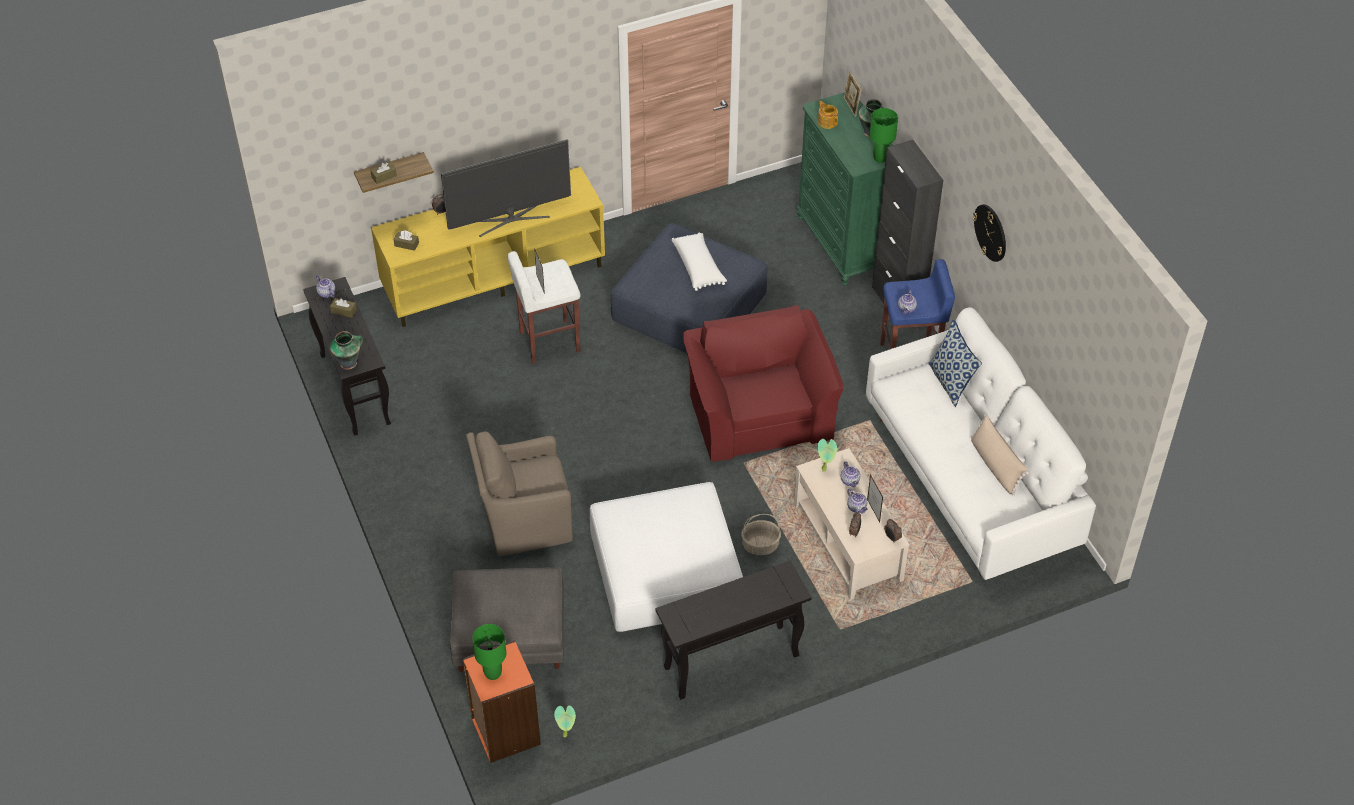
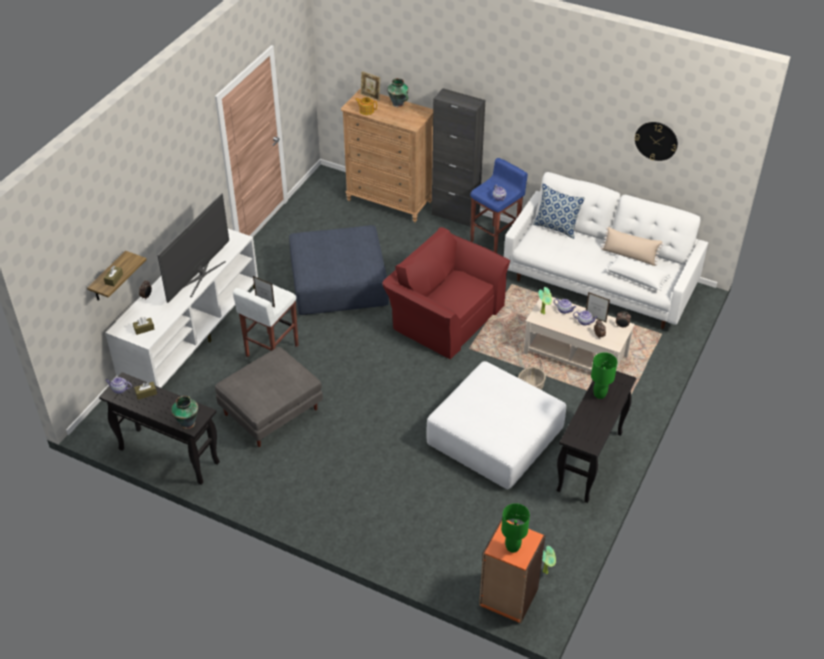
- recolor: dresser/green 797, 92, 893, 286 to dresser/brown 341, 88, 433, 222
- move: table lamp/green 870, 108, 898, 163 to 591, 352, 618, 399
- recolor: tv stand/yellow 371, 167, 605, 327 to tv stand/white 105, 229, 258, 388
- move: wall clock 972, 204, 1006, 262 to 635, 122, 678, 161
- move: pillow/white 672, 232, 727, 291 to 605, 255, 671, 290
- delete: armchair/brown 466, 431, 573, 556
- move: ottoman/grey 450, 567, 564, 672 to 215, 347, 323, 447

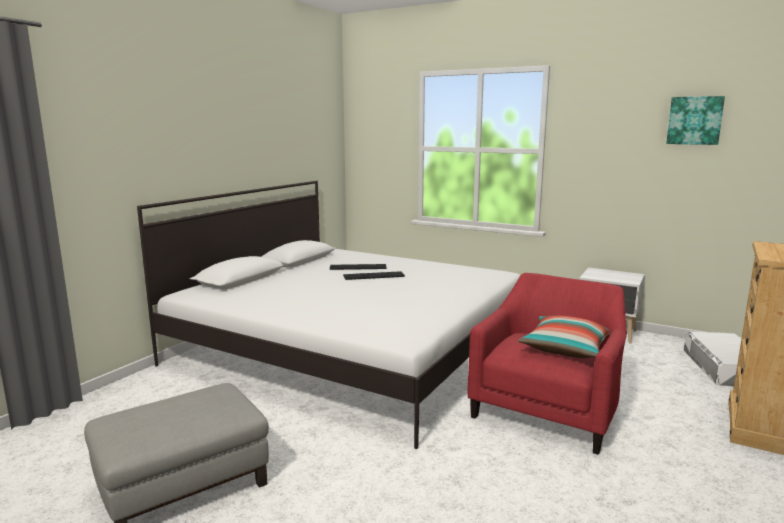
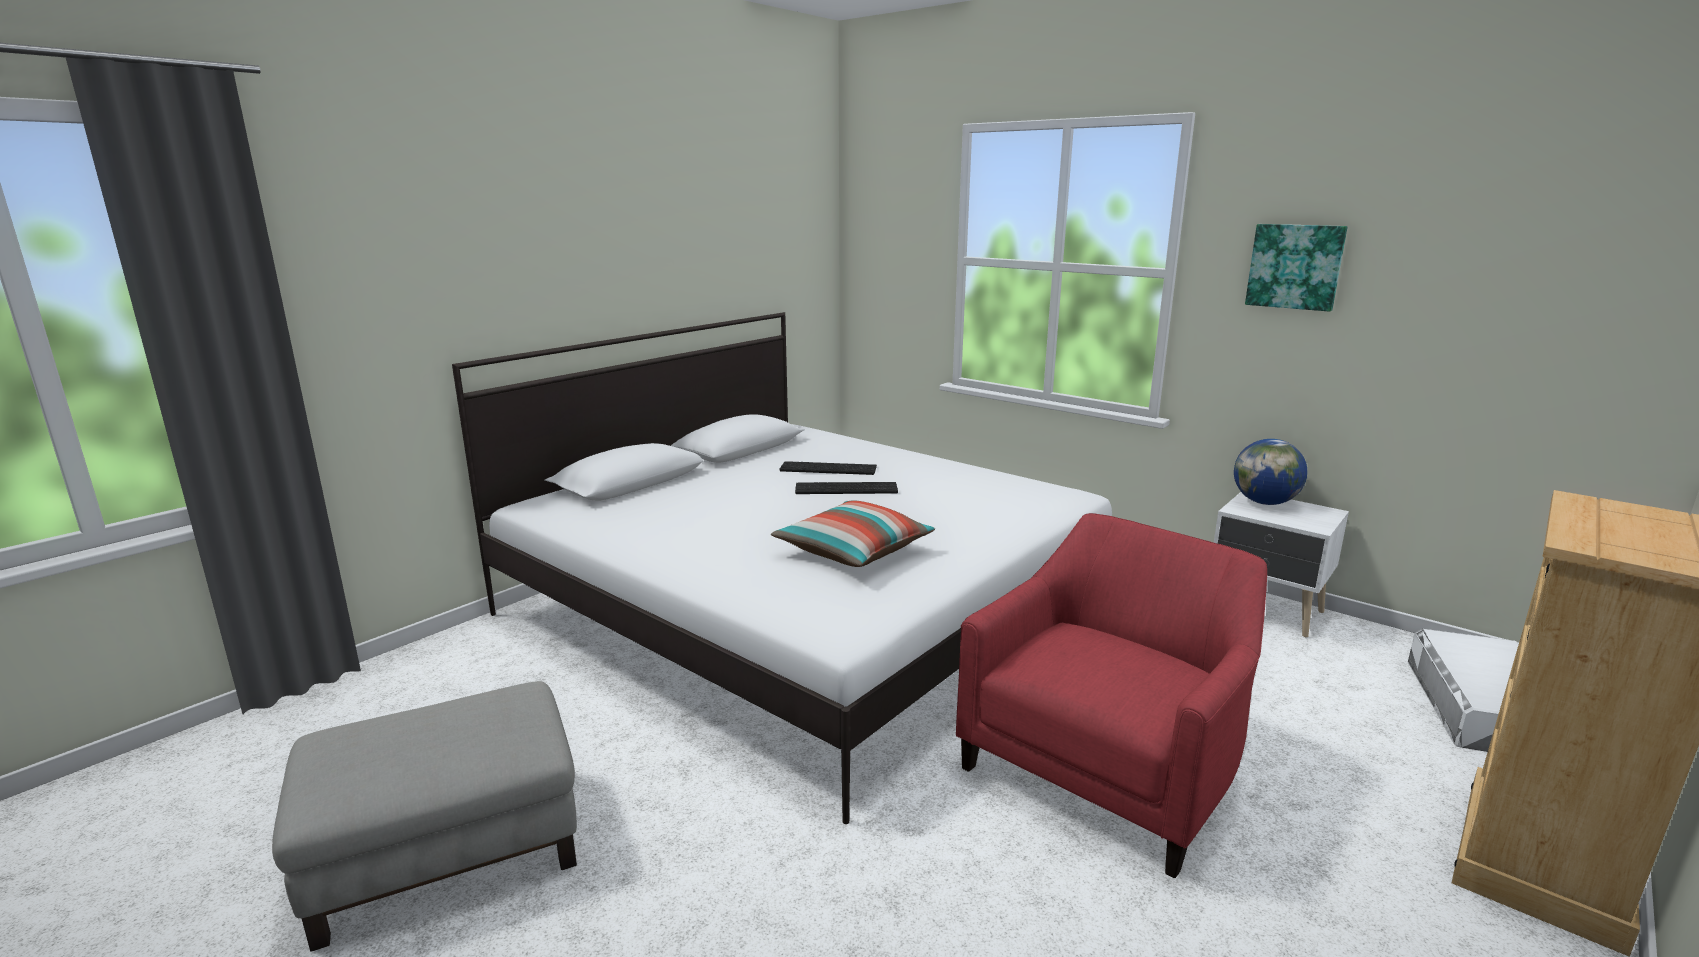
- move: picture 666, 96, 725, 145 to 1245, 224, 1348, 312
- move: pillow 518, 316, 610, 358 to 771, 500, 935, 567
- insert: globe 1234, 439, 1307, 505

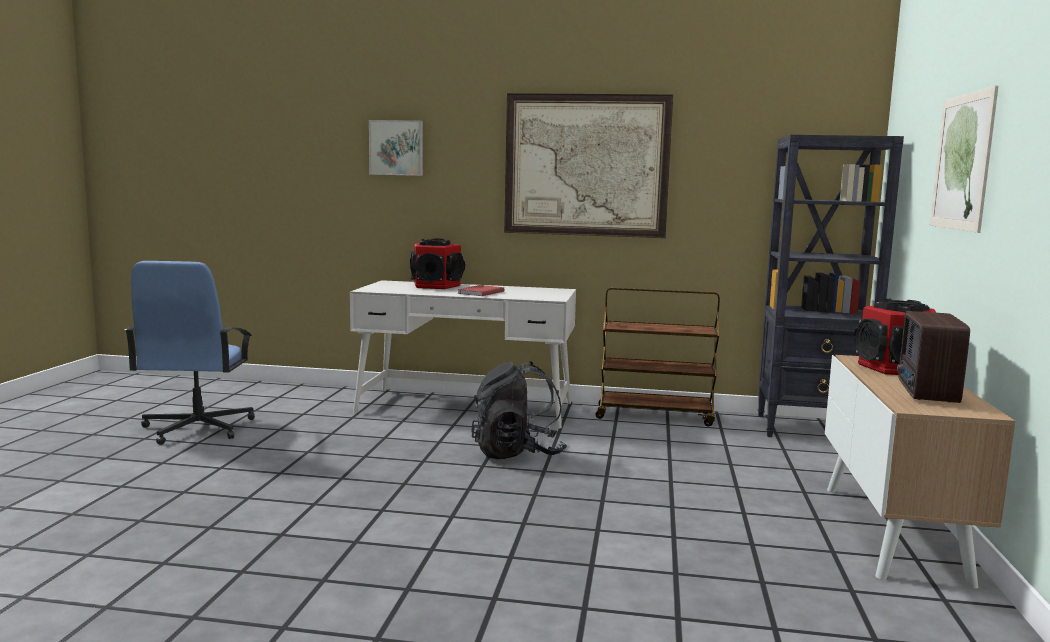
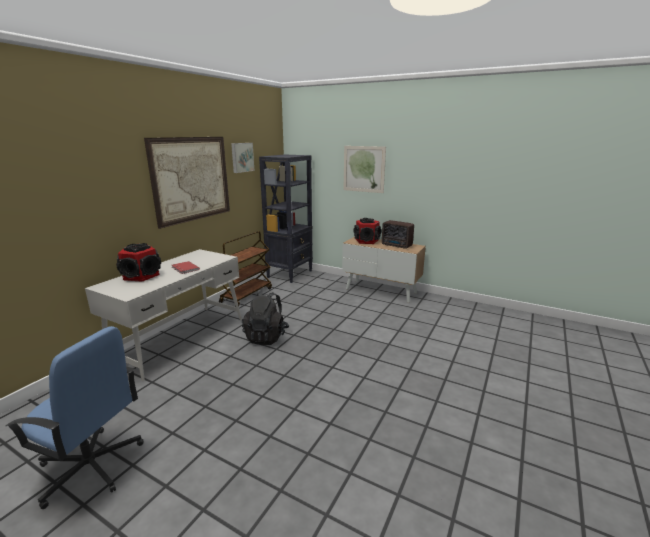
- move: picture 369, 120, 423, 176 to 231, 143, 254, 173

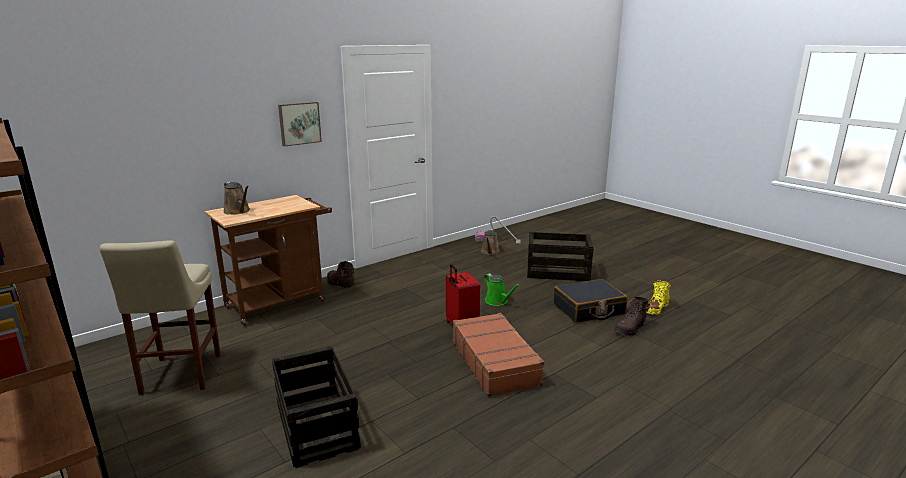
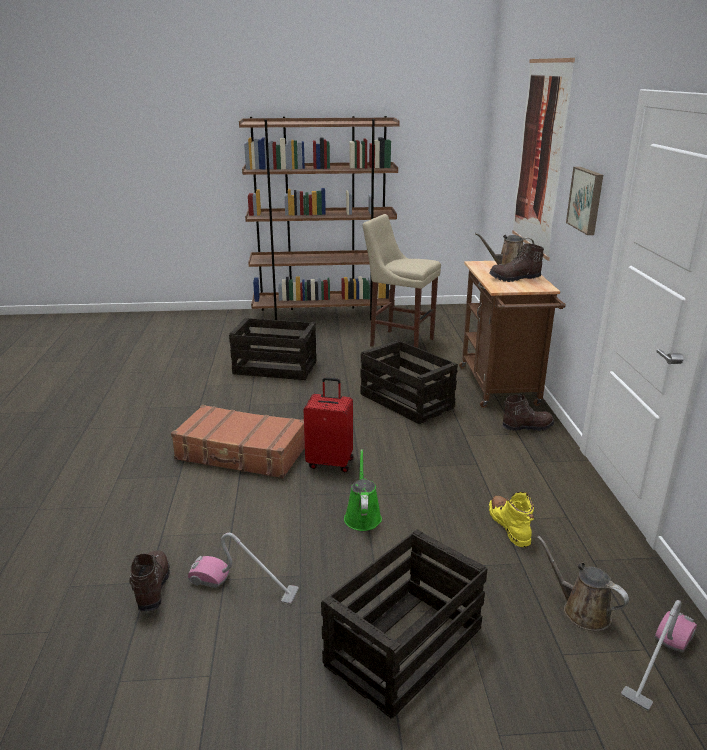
- rotate: watering can/green 484, 274, 520, 306 = 344, 449, 382, 531 90 degrees clockwise
- replace: suitcase/black 553, 279, 627, 323 to vacuum cleaner 188, 533, 299, 604
- move: boot/yellow 646, 280, 671, 315 to 489, 492, 534, 547
- insert: picture 512, 58, 575, 261
- insert: boot/brown 489, 243, 544, 282
- insert: crate 360, 340, 458, 424

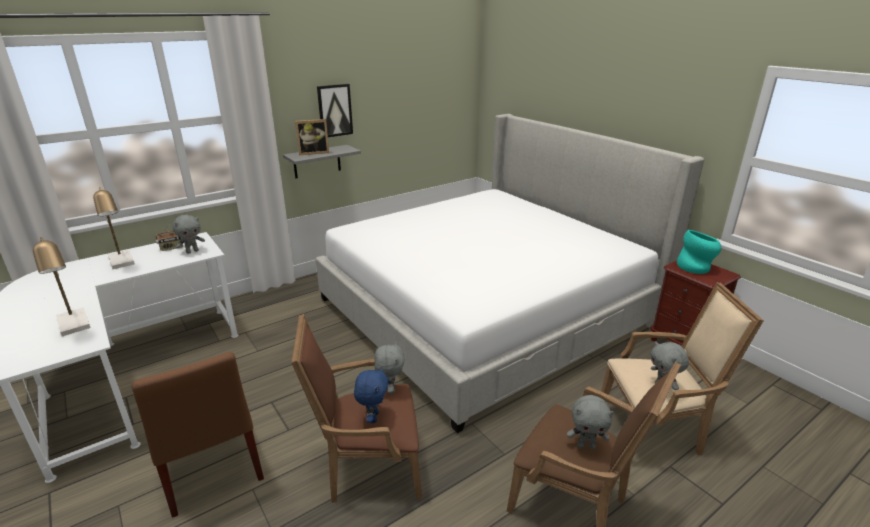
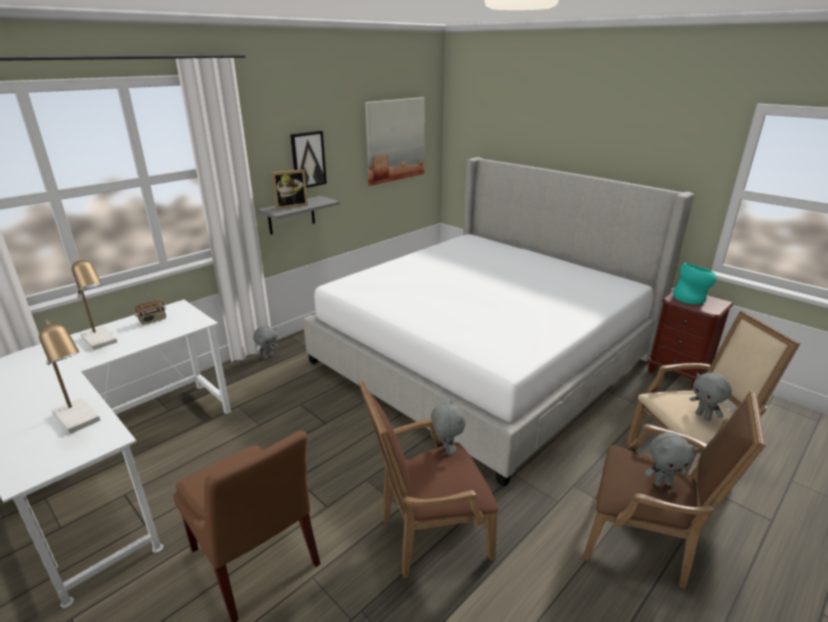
- move: plush toy/grey 173, 215, 205, 254 to 253, 326, 278, 359
- delete: plush toy/blue 354, 367, 389, 423
- insert: picture 365, 97, 425, 186

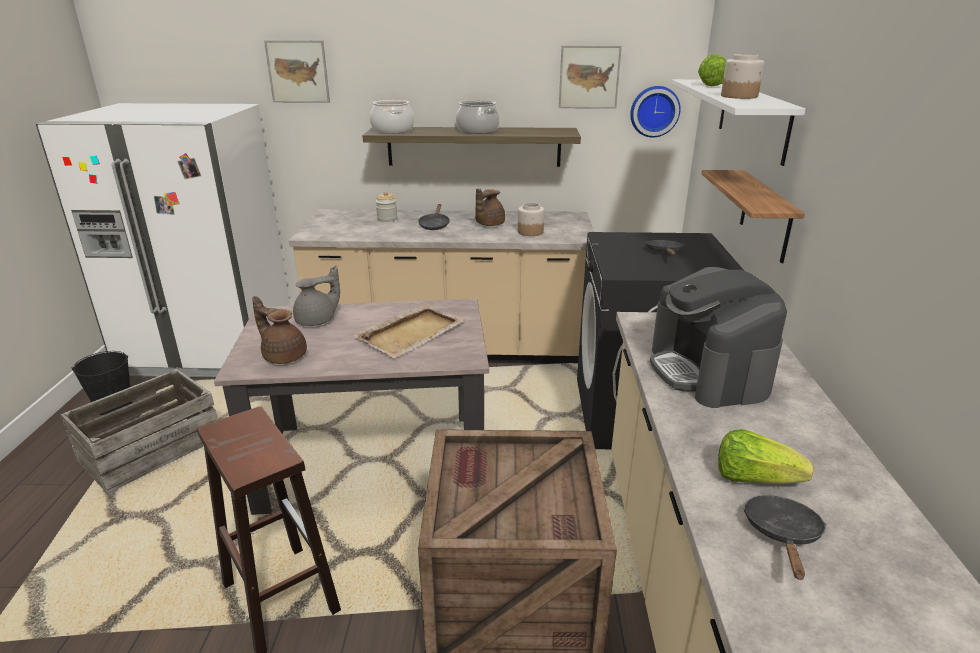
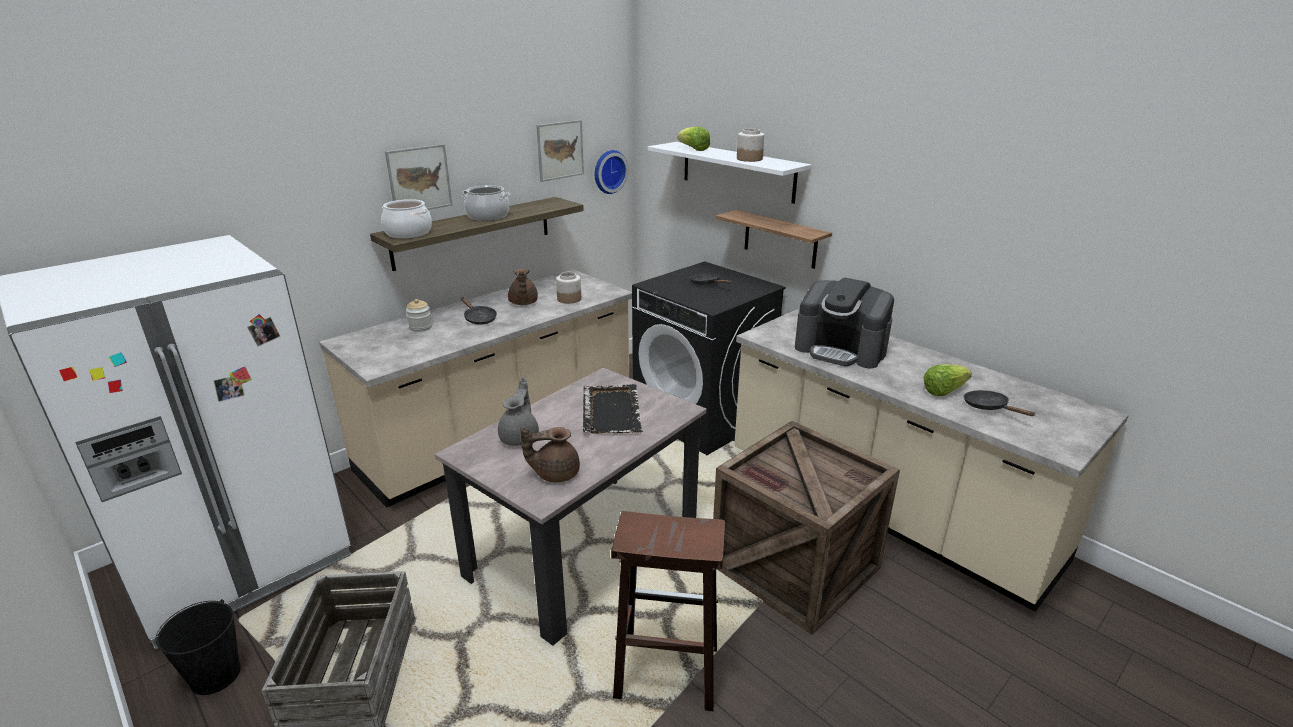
- move: picture 264, 40, 330, 103 to 385, 144, 452, 210
- recolor: tray/beige 353, 304, 465, 358 to tray/black 583, 384, 643, 434

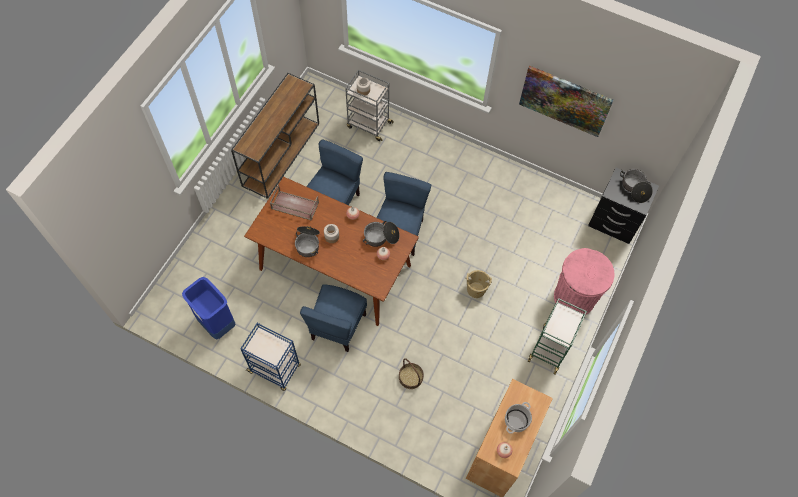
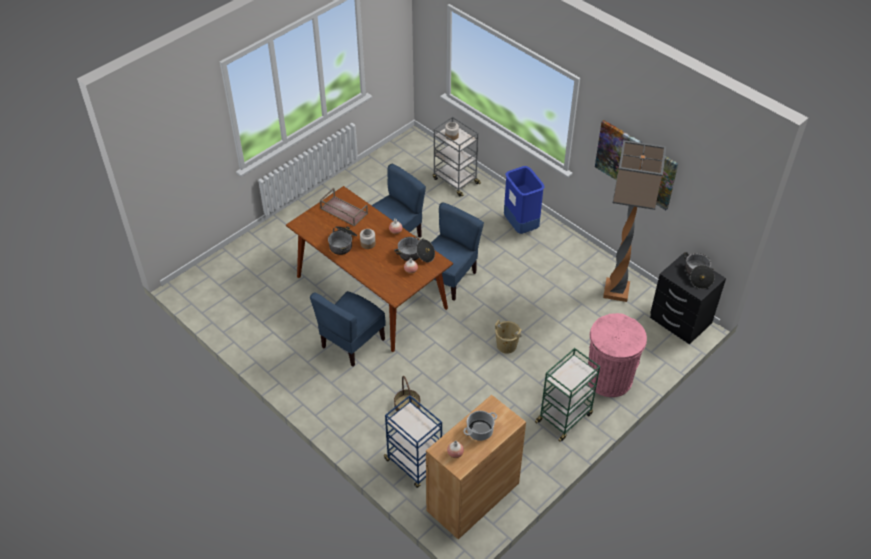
- delete: console table/brown 231, 73, 319, 199
- move: trash can/blue 182, 277, 235, 339 to 504, 166, 545, 234
- move: cart/blue 240, 323, 301, 391 to 383, 395, 442, 488
- insert: floor lamp 603, 140, 666, 302

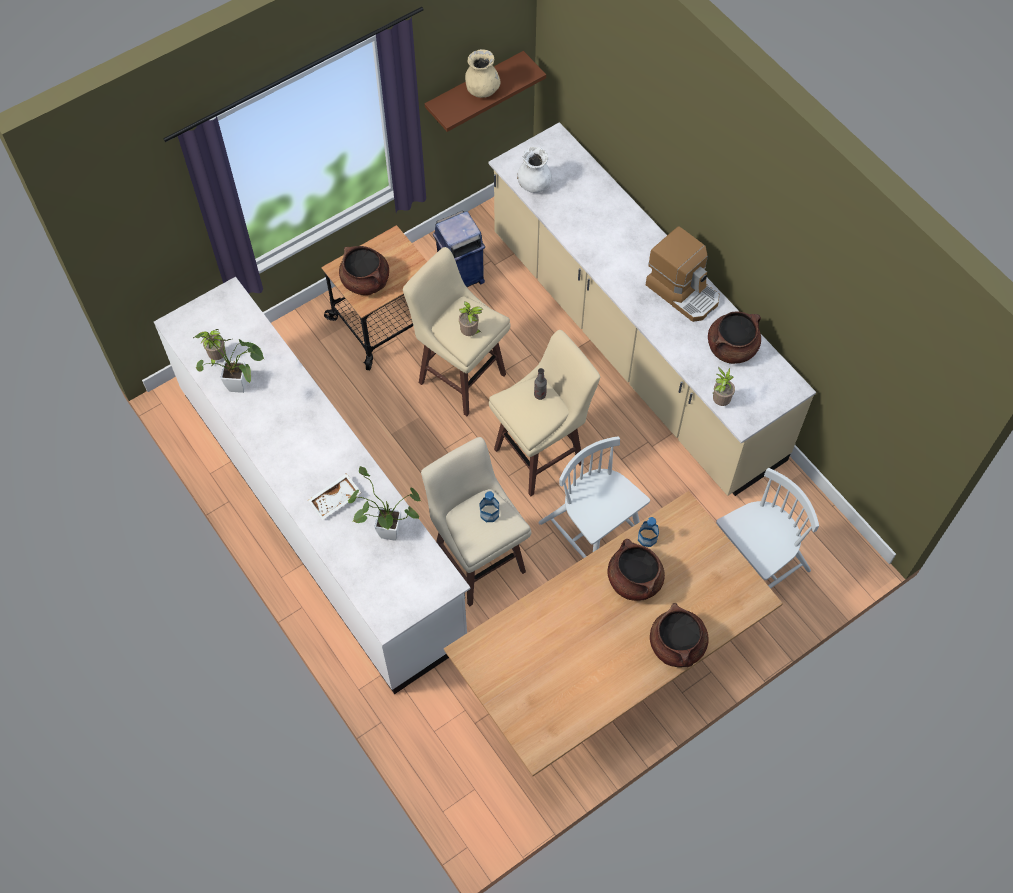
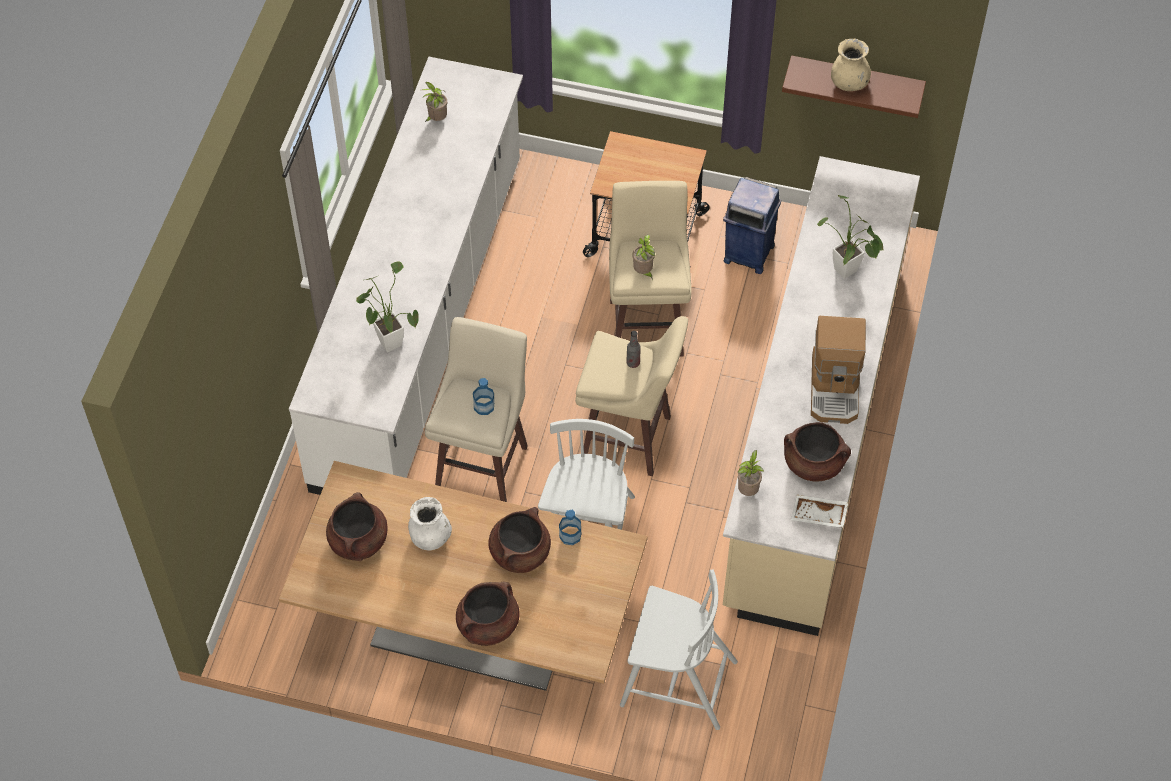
- move: vase/white 517, 147, 552, 193 to 408, 497, 452, 550
- move: cooking pot/brown 339, 246, 389, 295 to 326, 492, 388, 561
- move: potted plant 193, 333, 264, 393 to 817, 195, 884, 279
- move: tray/white 308, 473, 361, 520 to 791, 495, 849, 528

